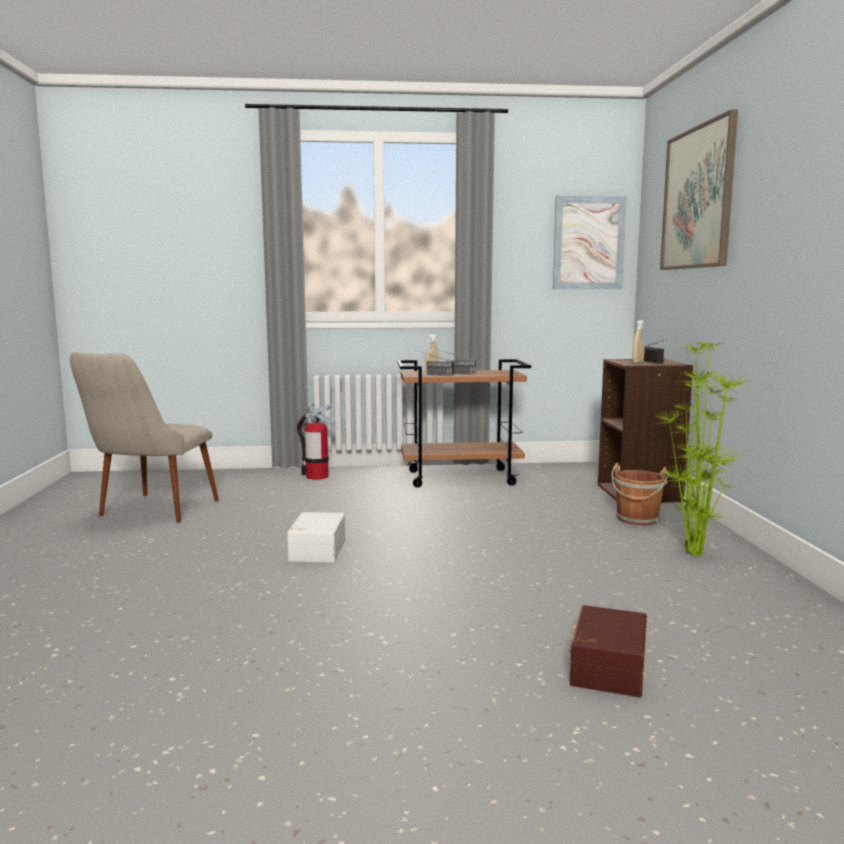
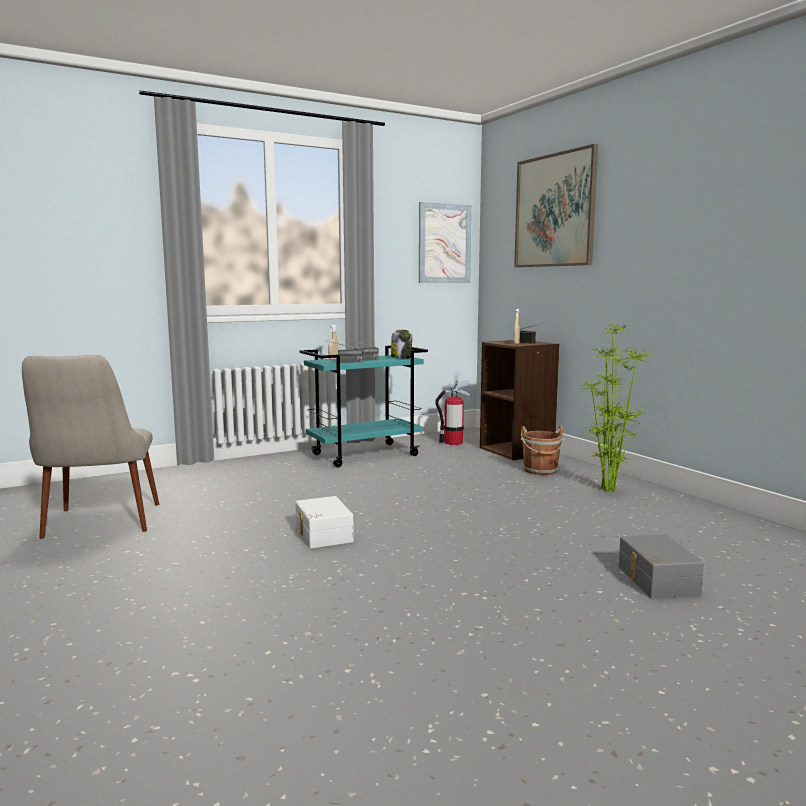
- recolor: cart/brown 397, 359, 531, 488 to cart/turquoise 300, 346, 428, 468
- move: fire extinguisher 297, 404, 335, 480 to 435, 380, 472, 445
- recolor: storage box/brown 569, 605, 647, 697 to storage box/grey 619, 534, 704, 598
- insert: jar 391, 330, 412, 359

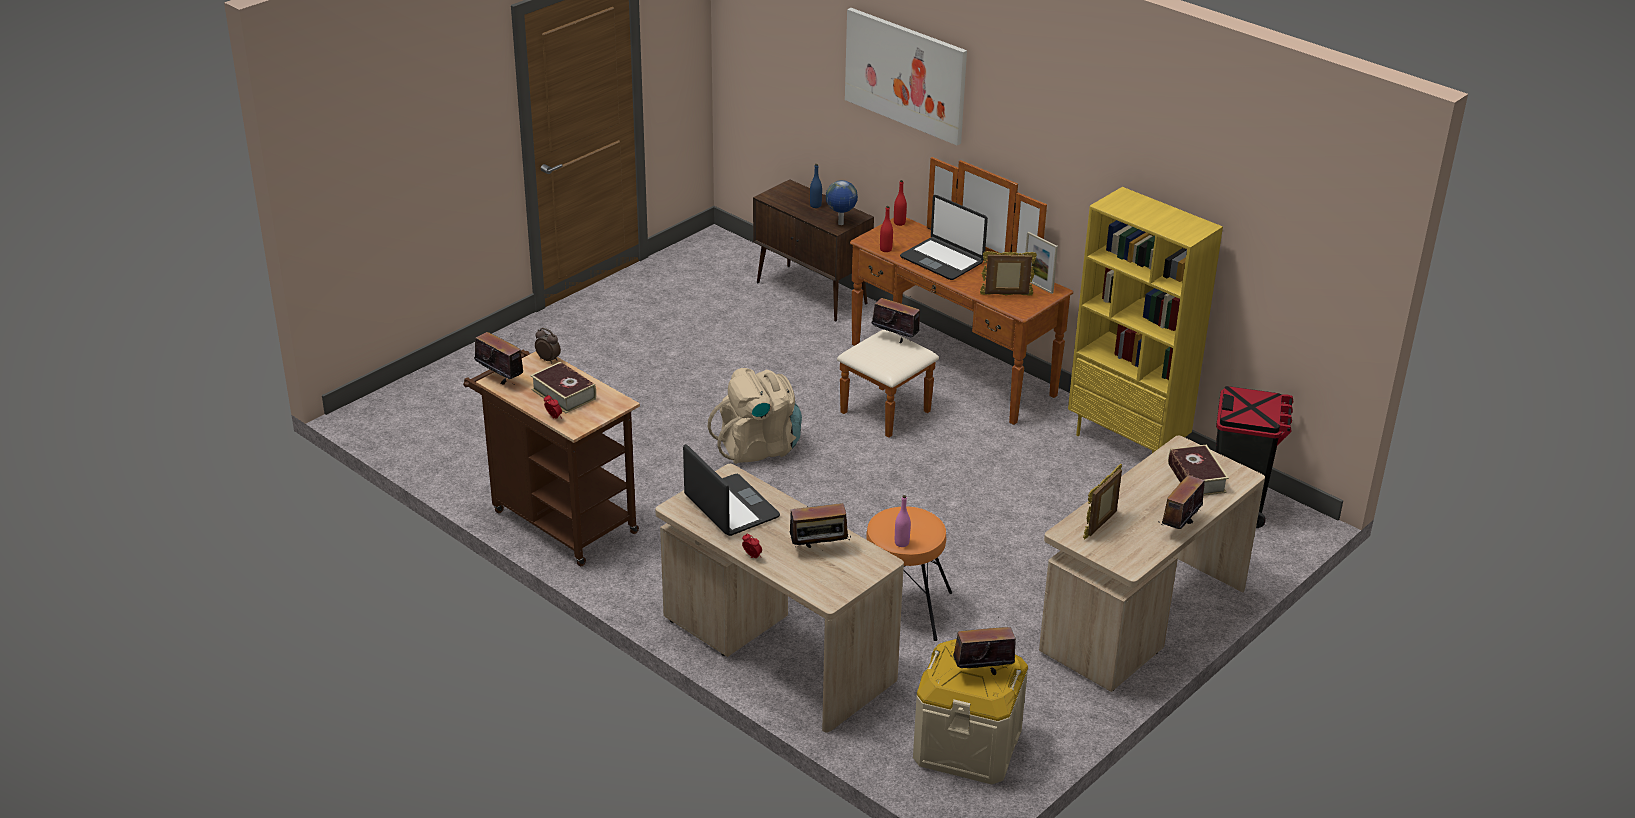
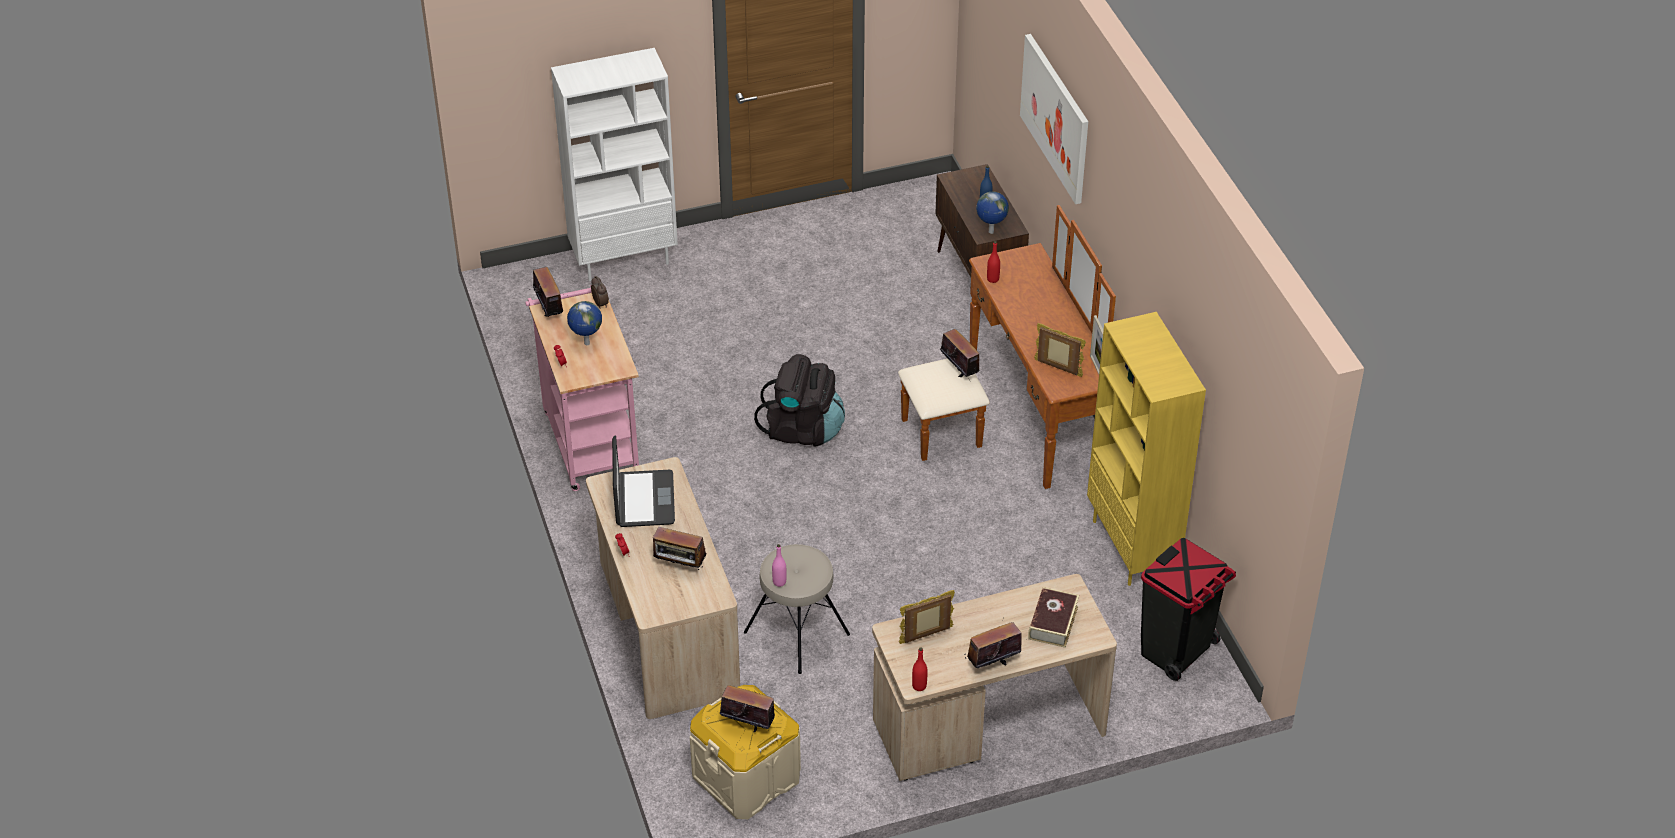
- move: bottle/red 894, 180, 907, 226 to 912, 647, 928, 691
- delete: laptop 900, 195, 988, 280
- recolor: cart/brown 463, 350, 640, 566 to cart/pink 525, 288, 639, 491
- replace: book 530, 362, 596, 413 to globe 567, 301, 602, 345
- recolor: backpack/beige 708, 368, 802, 464 to backpack/black 754, 354, 845, 447
- recolor: stool/orange 866, 507, 952, 641 to stool/beige 744, 544, 850, 674
- insert: bookcase/white 551, 48, 678, 281

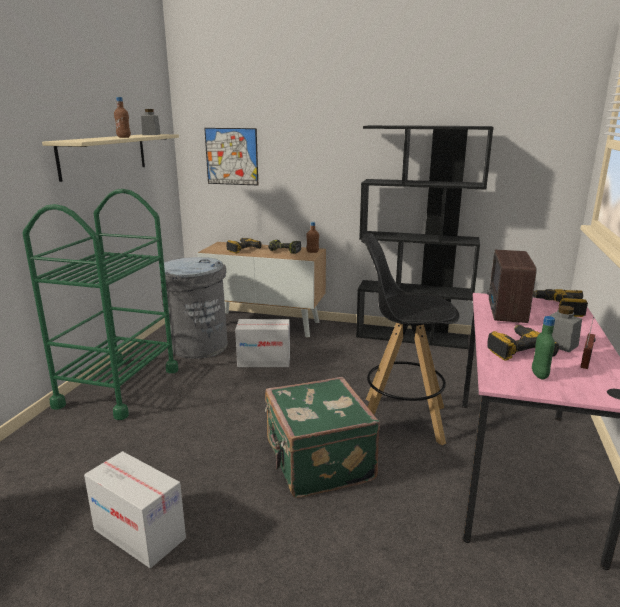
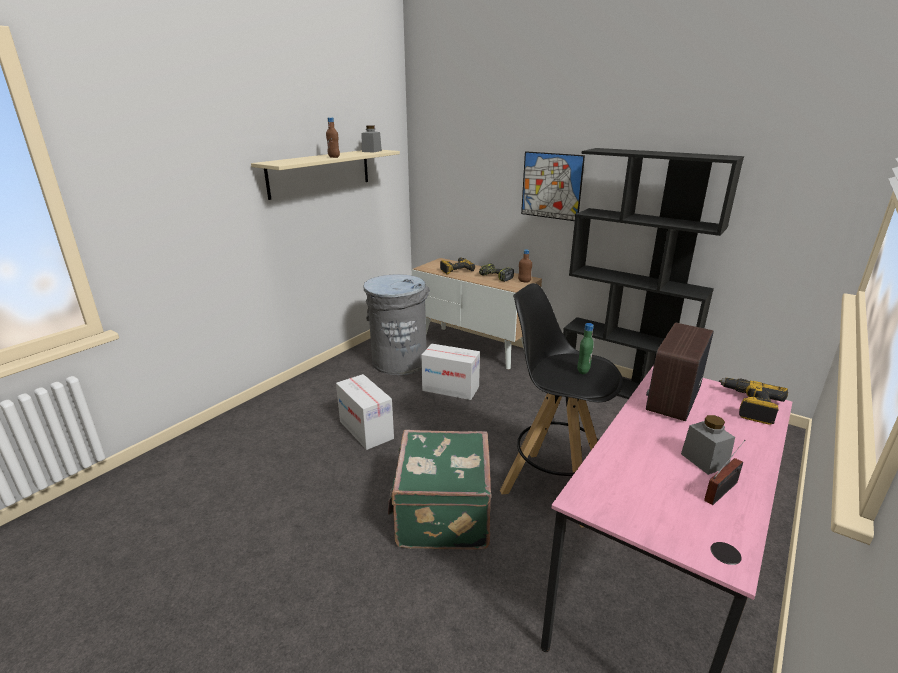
- move: picture 204, 128, 258, 186 to 521, 151, 585, 221
- delete: cart/green 22, 189, 178, 420
- move: bottle/green 532, 316, 555, 380 to 577, 323, 594, 374
- delete: power drill 488, 325, 559, 361
- move: cardboard box 84, 451, 186, 568 to 336, 374, 394, 450

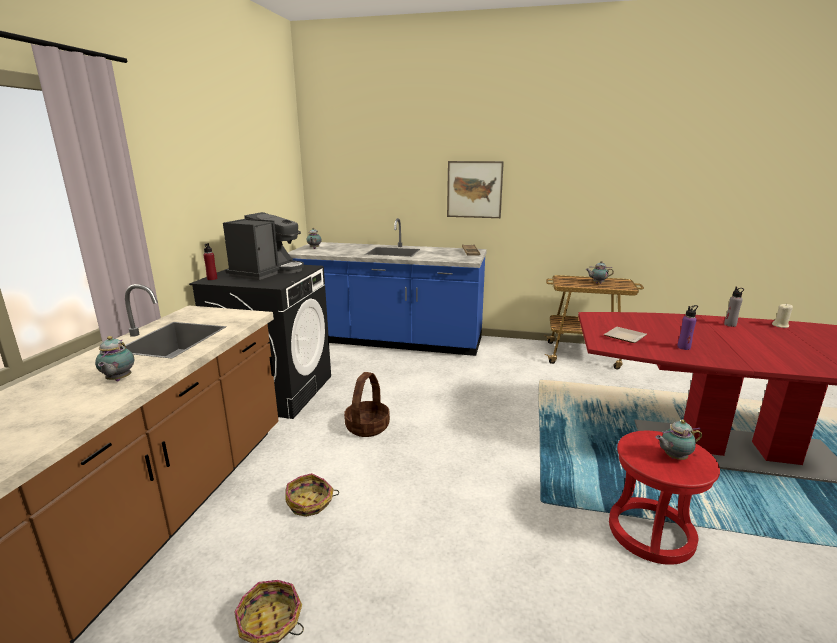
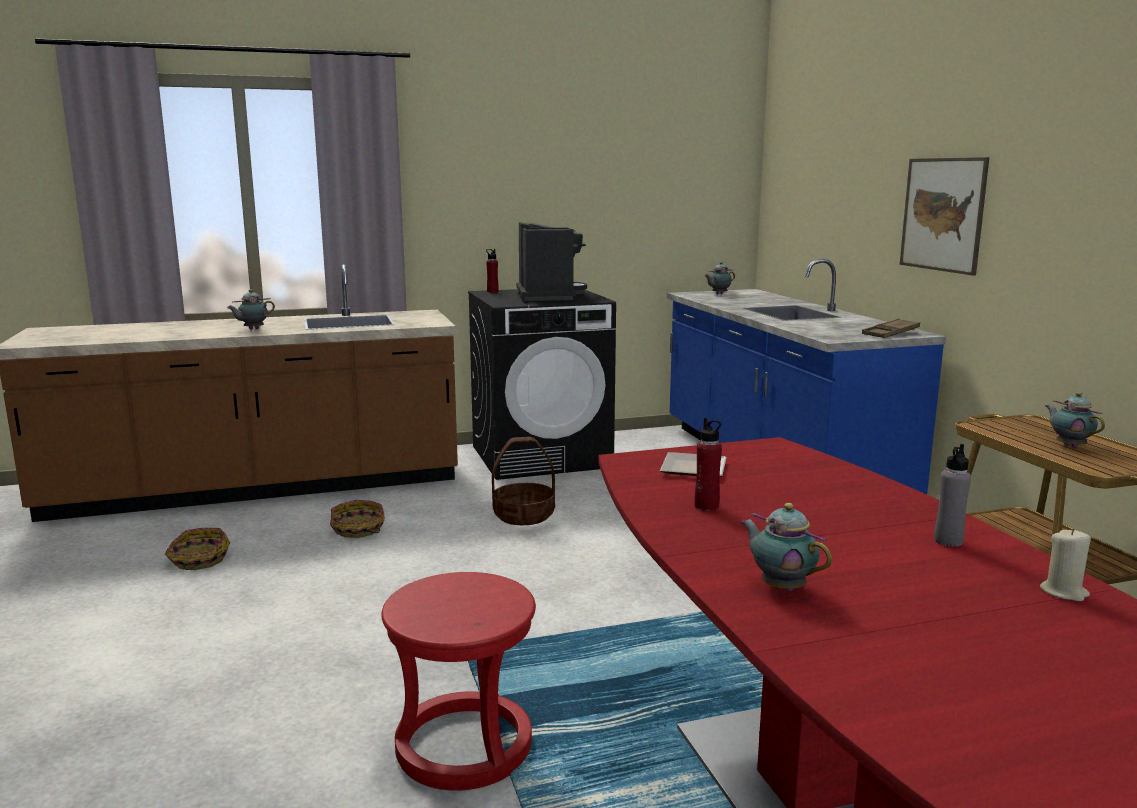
- rotate: coffee machine 223, 212, 304, 280 = 516, 222, 587, 301 90 degrees counterclockwise
- recolor: bottle/purple 677, 305, 698, 350 to bottle/red 694, 418, 722, 511
- move: teapot 655, 420, 702, 460 to 741, 503, 832, 591

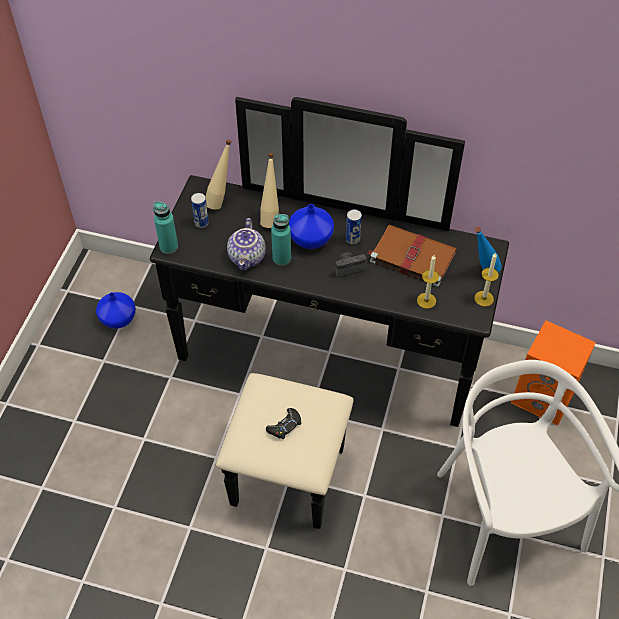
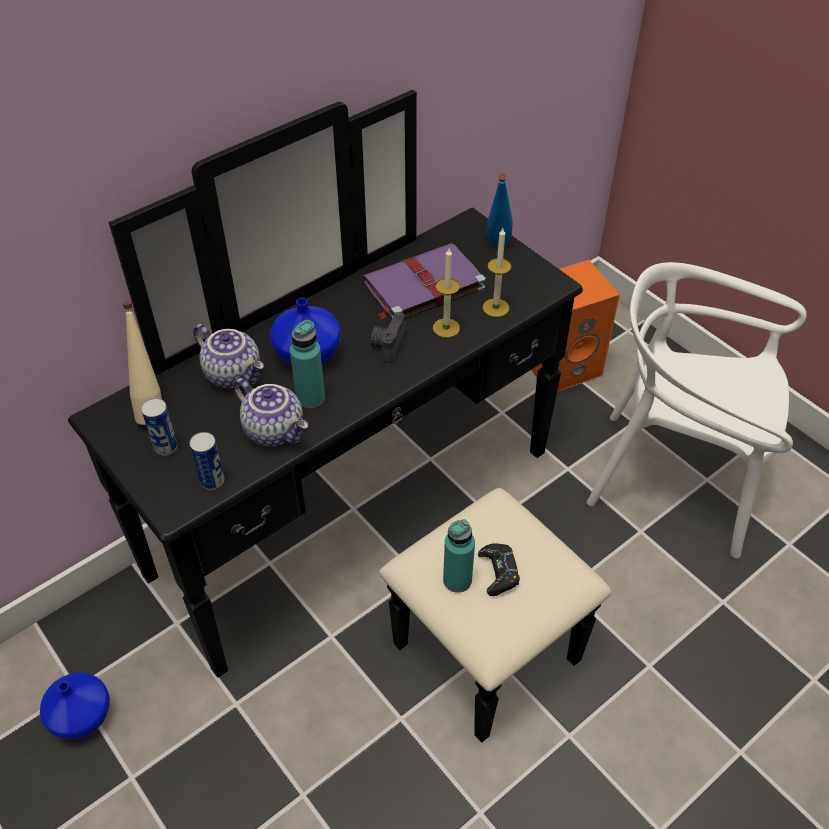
- replace: bottle/beige 260, 153, 279, 228 to teapot 193, 324, 264, 388
- move: bottle/turquoise 153, 201, 178, 254 to 443, 519, 475, 593
- move: can 346, 209, 362, 245 to 190, 432, 225, 490
- recolor: book/brown 367, 224, 457, 287 to book/purple 363, 243, 486, 319
- move: candle 474, 252, 499, 307 to 433, 249, 460, 338

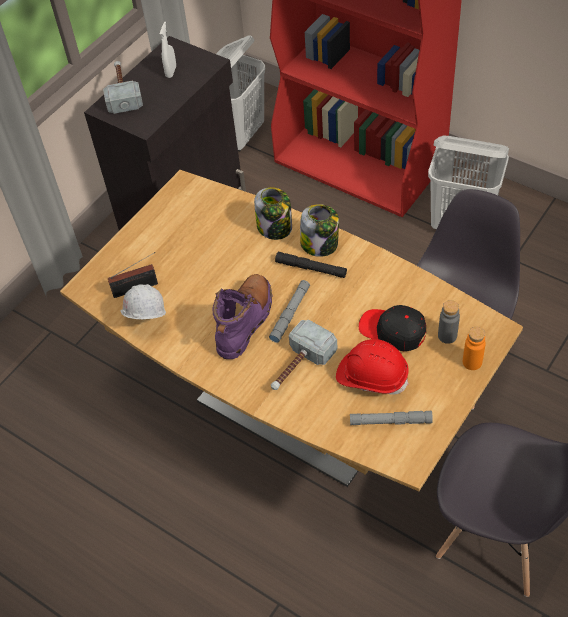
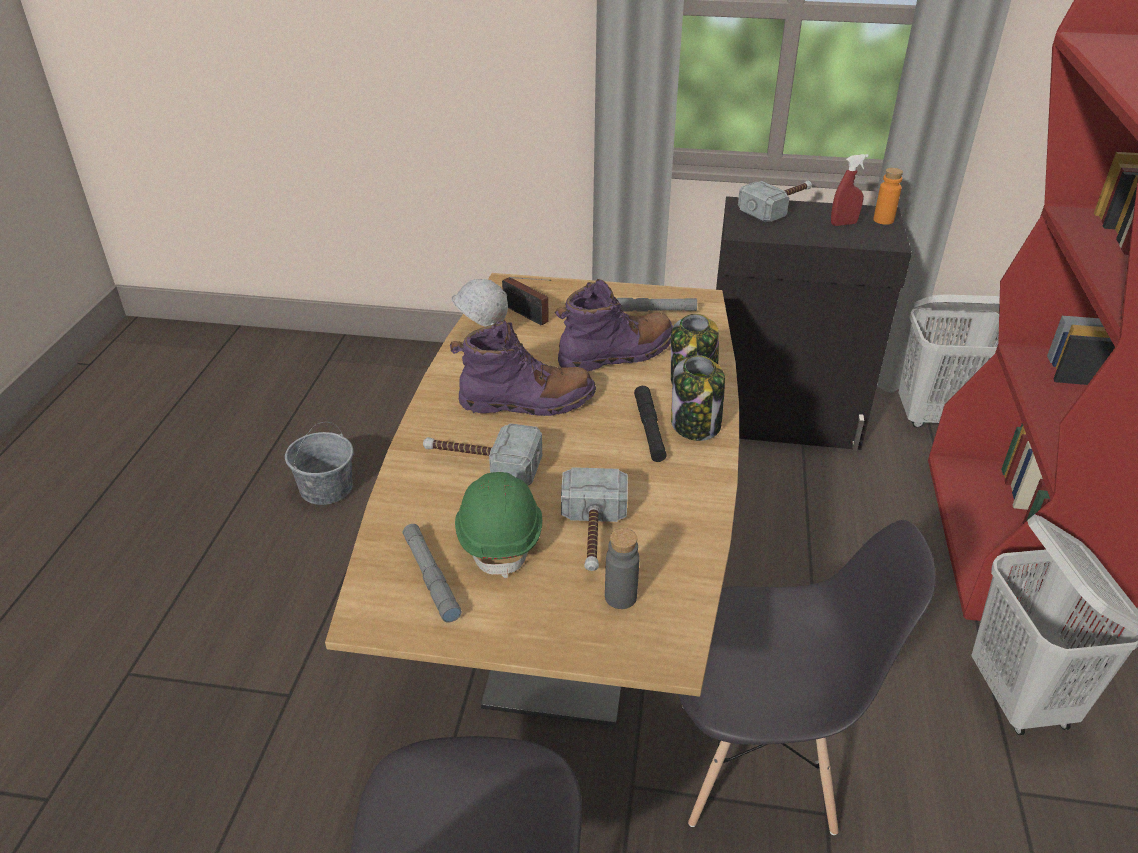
- recolor: spray bottle/white 160, 22, 176, 78 to spray bottle/red 831, 154, 869, 226
- move: flashlight/grey 269, 280, 310, 343 to 617, 298, 697, 312
- replace: cap/black 359, 305, 426, 351 to hammer 561, 467, 628, 571
- move: bottle/orange 463, 327, 486, 370 to 873, 168, 903, 225
- recolor: hard hat/red 336, 339, 409, 395 to hard hat/green 455, 472, 542, 579
- insert: boot/purple 555, 279, 673, 371
- insert: bucket/grey 285, 422, 354, 505

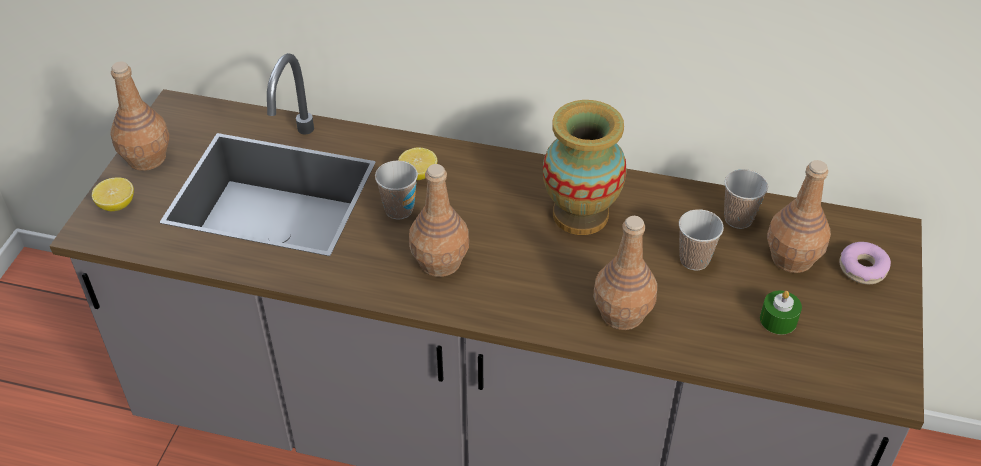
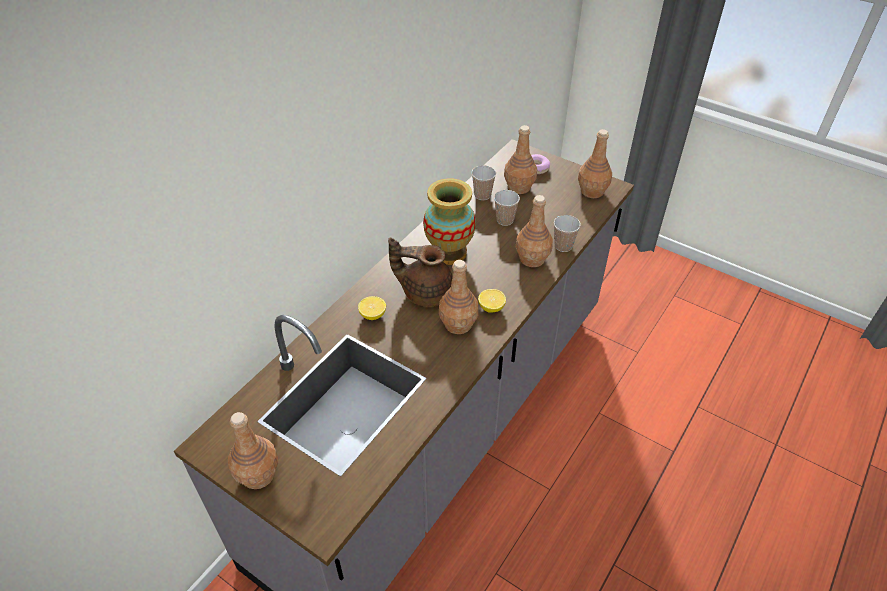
- move: cup 375, 160, 418, 219 to 554, 215, 581, 252
- move: lemon 92, 177, 134, 211 to 478, 289, 506, 313
- delete: candle/green 760, 290, 802, 335
- insert: bottle/brown 578, 129, 612, 198
- insert: teapot/brown 388, 238, 453, 307

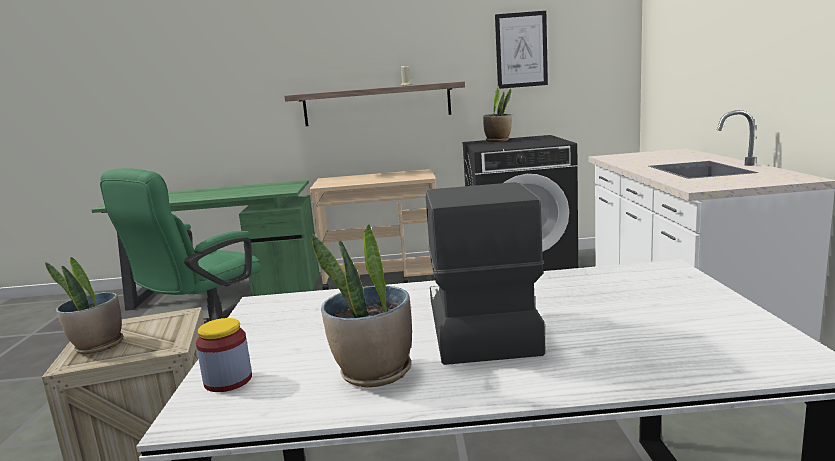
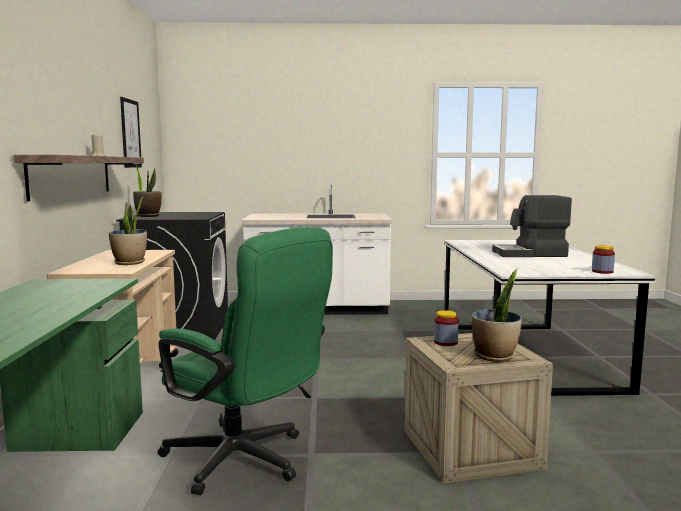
- move: potted plant 311, 224, 412, 387 to 109, 196, 147, 265
- insert: jar 434, 310, 459, 346

